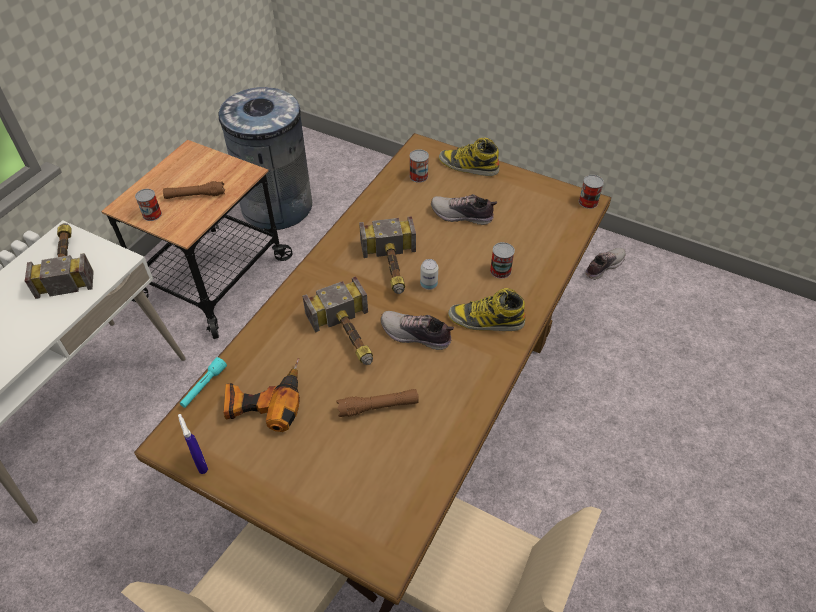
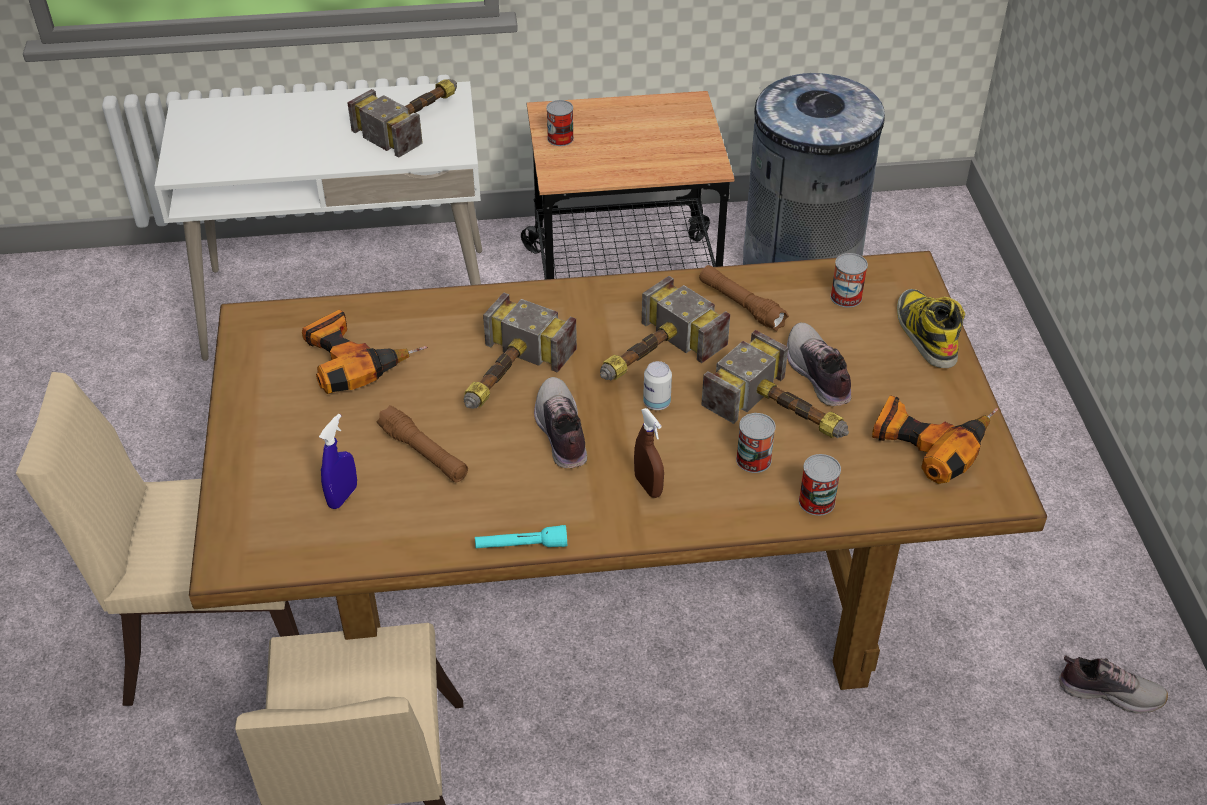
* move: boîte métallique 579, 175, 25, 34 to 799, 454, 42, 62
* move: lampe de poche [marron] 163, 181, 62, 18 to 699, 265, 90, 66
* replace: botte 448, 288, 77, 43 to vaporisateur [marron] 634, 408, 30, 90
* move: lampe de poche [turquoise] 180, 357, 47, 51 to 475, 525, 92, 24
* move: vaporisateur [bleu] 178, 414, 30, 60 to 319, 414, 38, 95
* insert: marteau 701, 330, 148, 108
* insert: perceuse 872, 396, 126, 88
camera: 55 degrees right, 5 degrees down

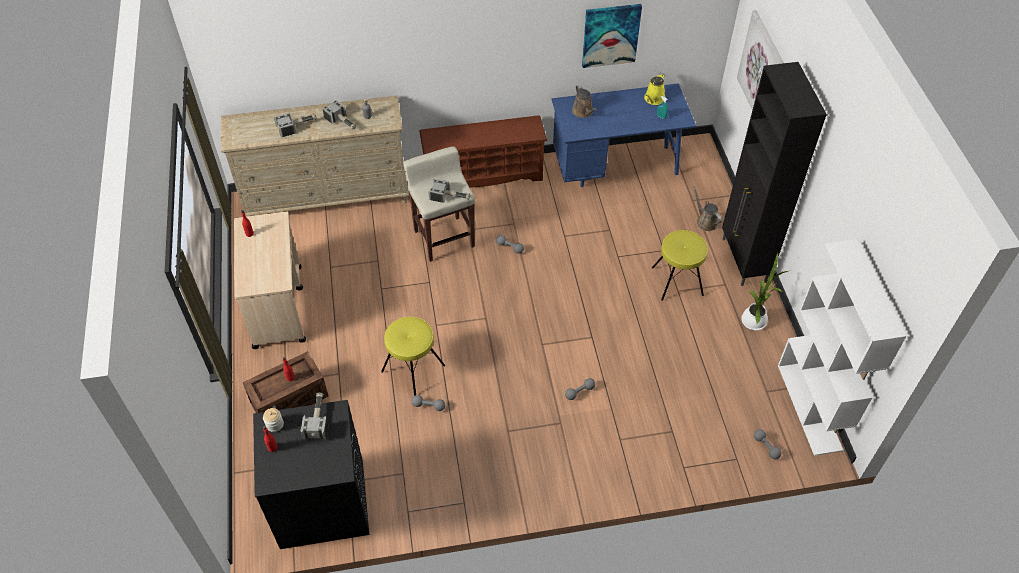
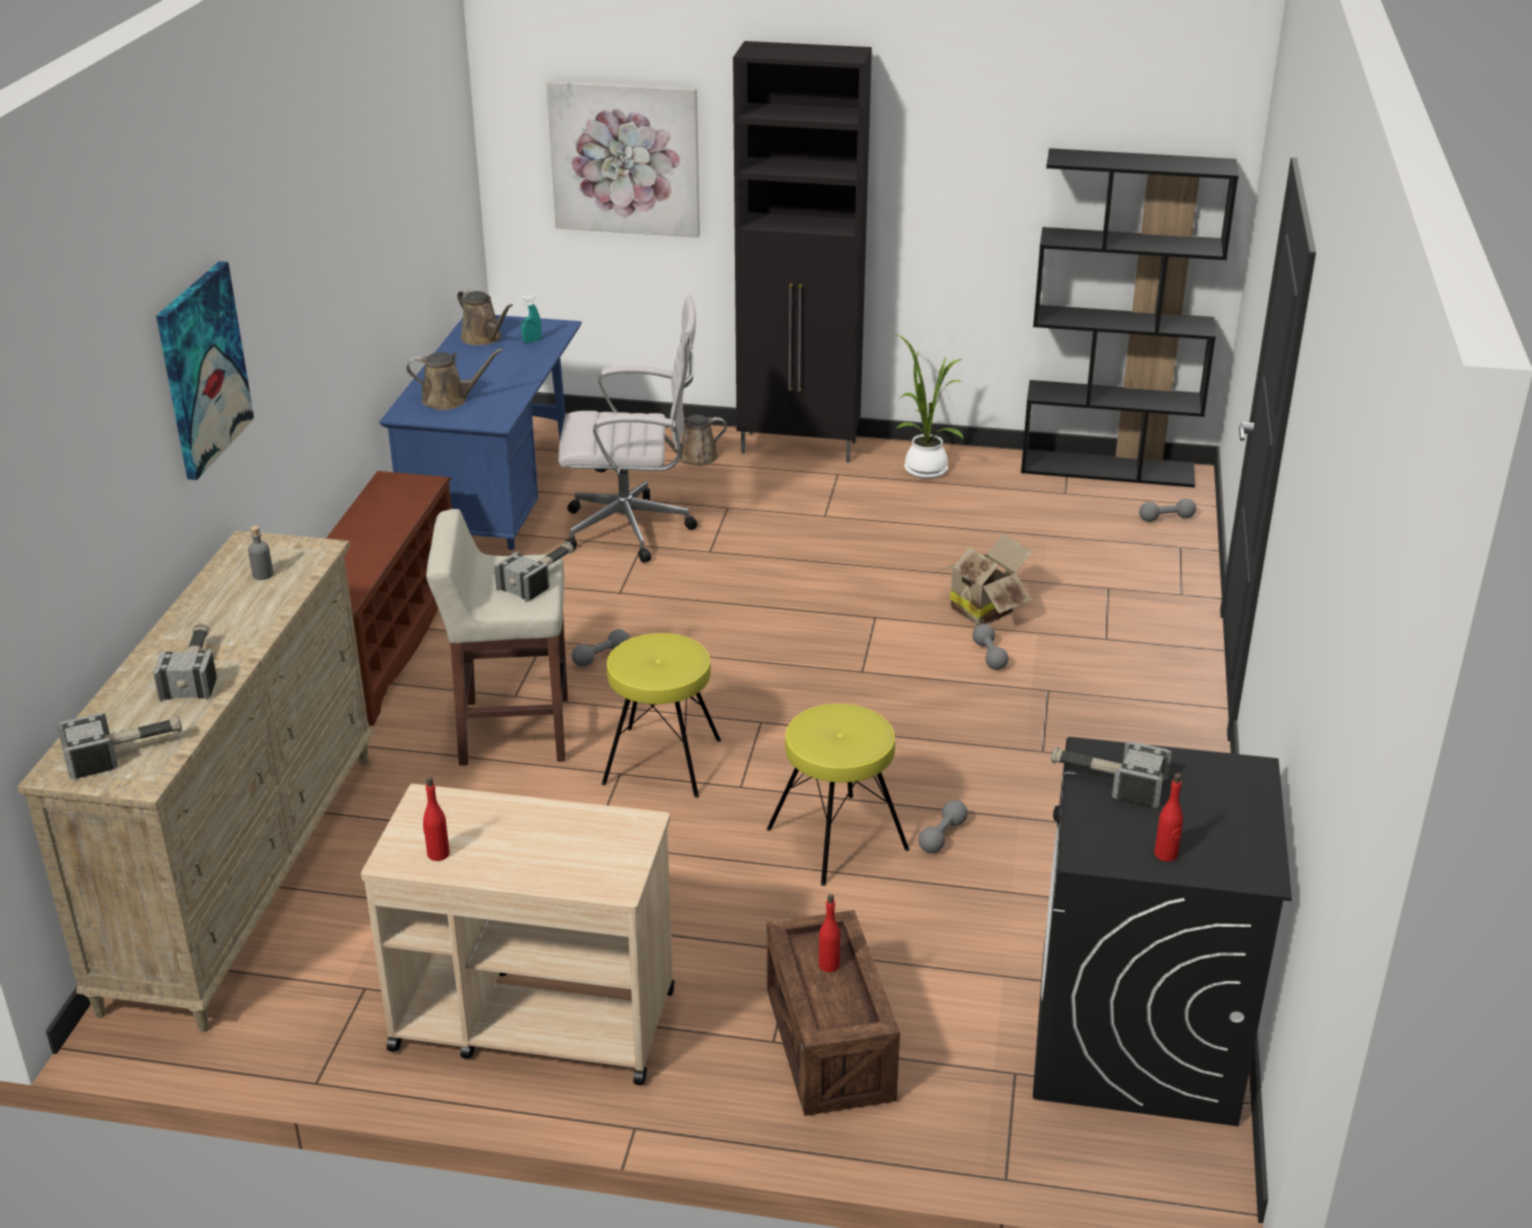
* move: tableau 582, 4, 60, 64 to 156, 261, 98, 219
* recolor: arrosoir [jaune] 644, 73, 22, 32 to arrosoir [marron] 457, 289, 56, 56
* move: marteau 322, 100, 34, 30 to 57, 713, 125, 66
* move: tabouret [jaune] 652, 230, 56, 71 to 602, 633, 119, 165
* recolor: bibliothèque [blanc] 778, 239, 129, 217 to bibliothèque [noir] 1021, 148, 218, 339
* delete: bocal 263, 408, 21, 24
* insert: chaise de bureau [blanc] 559, 295, 139, 268
* insert: carton 936, 534, 97, 91
camera: 70 degrees left, 20 degrees down

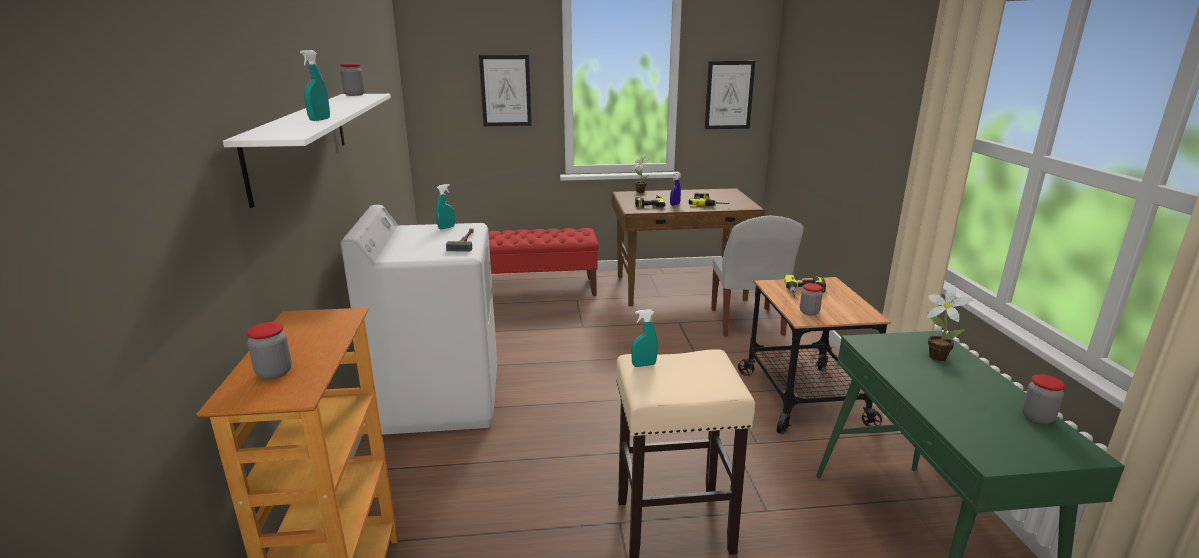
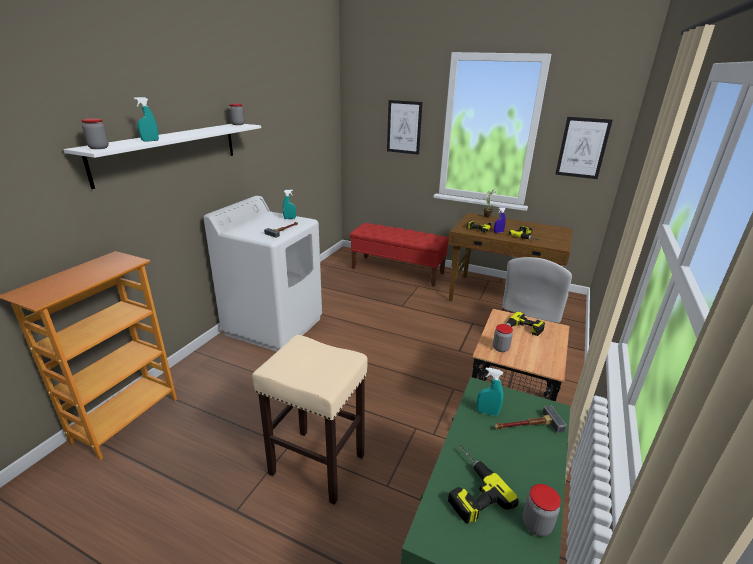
* replace: plante en pot 927, 285, 46, 76 to marteau 494, 406, 73, 27
* move: vaporisateur [turquoise] 631, 309, 27, 58 to 477, 368, 26, 48
* move: bocal 246, 322, 46, 58 to 81, 118, 28, 31
* insert: perceuse 448, 445, 71, 79
camera: 30 degrees right, 5 degrees up

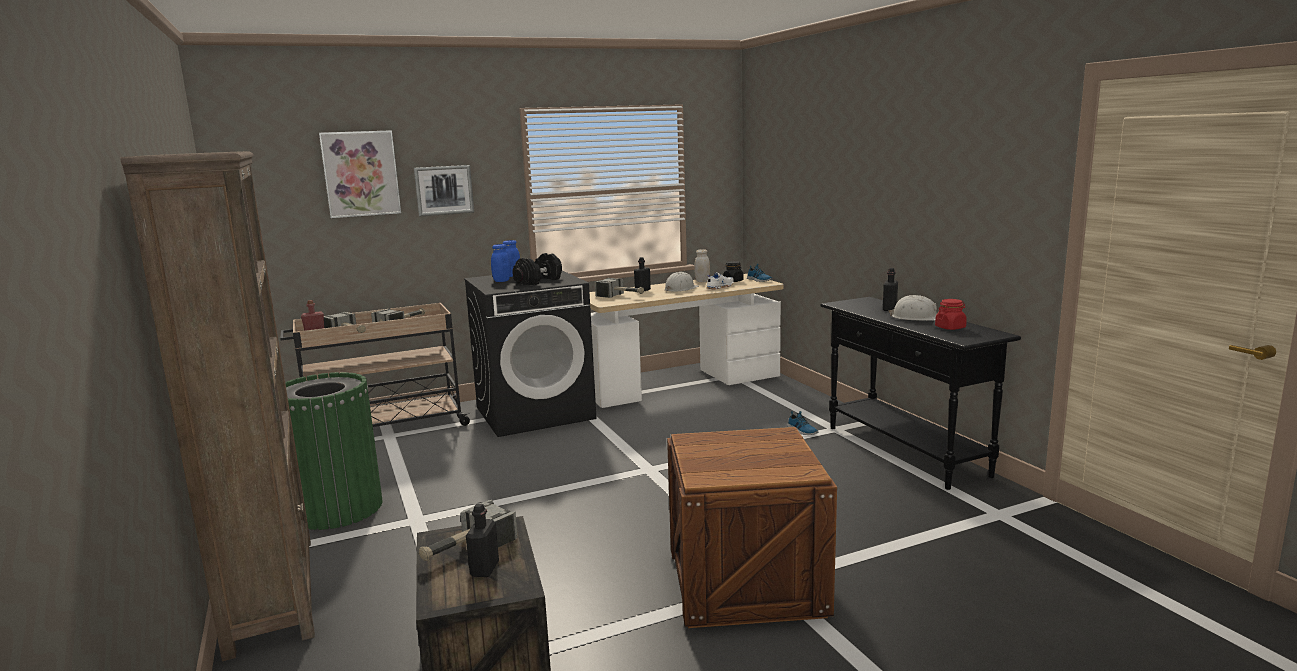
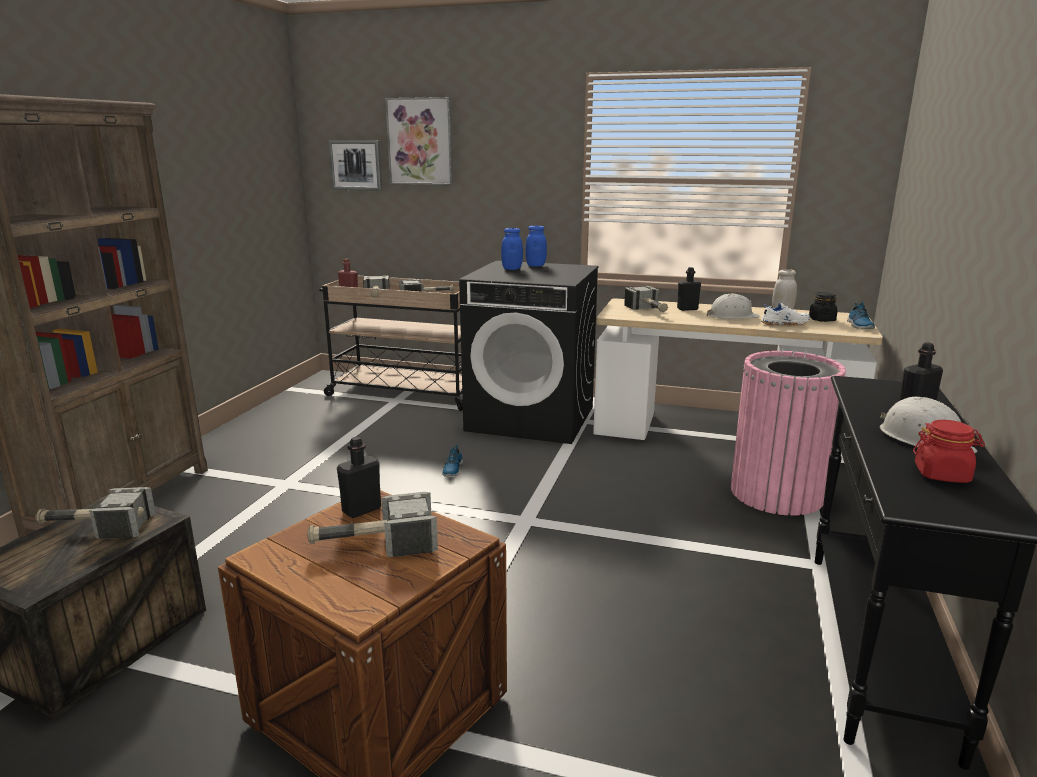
* move: tableau 414, 165, 60, 52 to 328, 141, 54, 50
* delete: haltère [noir] 512, 253, 50, 32
* delete: poubelle [vert] 285, 372, 97, 158
* move: chaussure 787, 411, 31, 24 to 442, 445, 21, 32
* move: bouteille [noir] 466, 504, 33, 73 to 337, 437, 44, 81
* insert: poubelle [rose] 731, 351, 115, 165
* insert: marteau 307, 492, 131, 65
camera: 40 degrees right, 5 degrees up

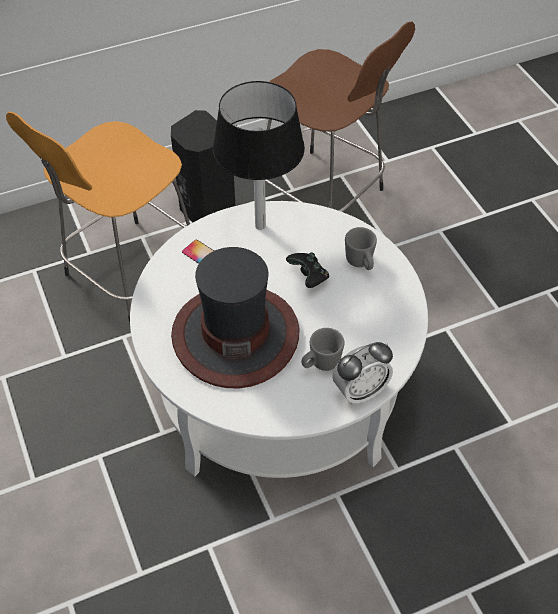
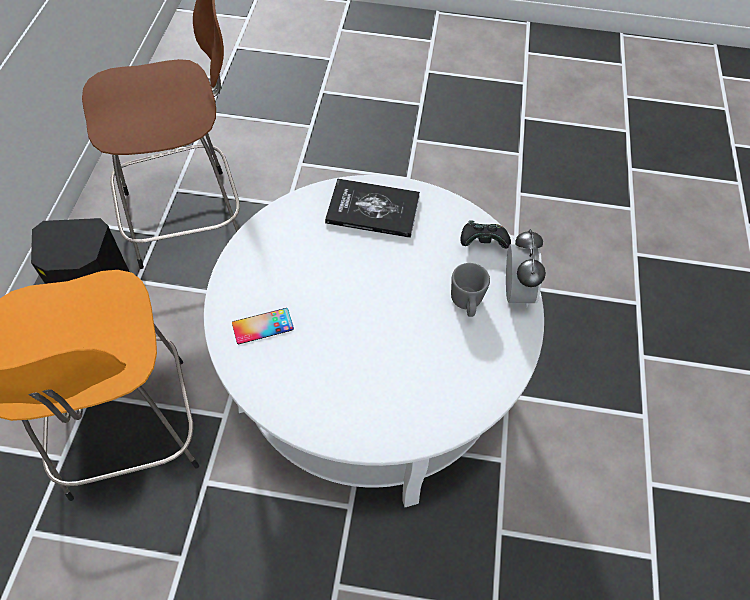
* delete: lampe de table [noir] 213, 81, 92, 149
* replace: mug [gris] 345, 227, 32, 43 to livre 325, 178, 95, 60
* delete: chapeau 171, 247, 128, 141
* move: manette [noir] 286, 252, 43, 36 to 460, 220, 51, 29
camera: 60 degrees left, 5 degrees up

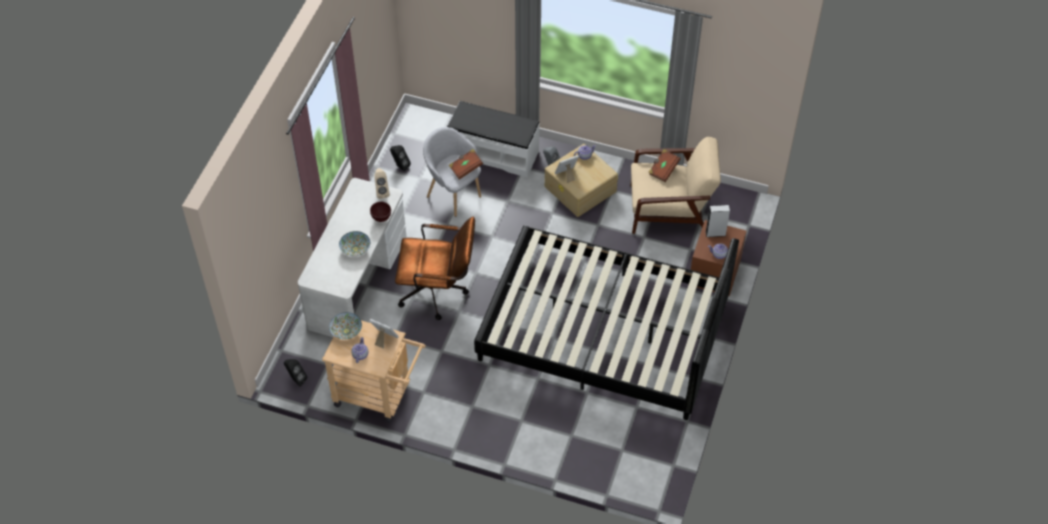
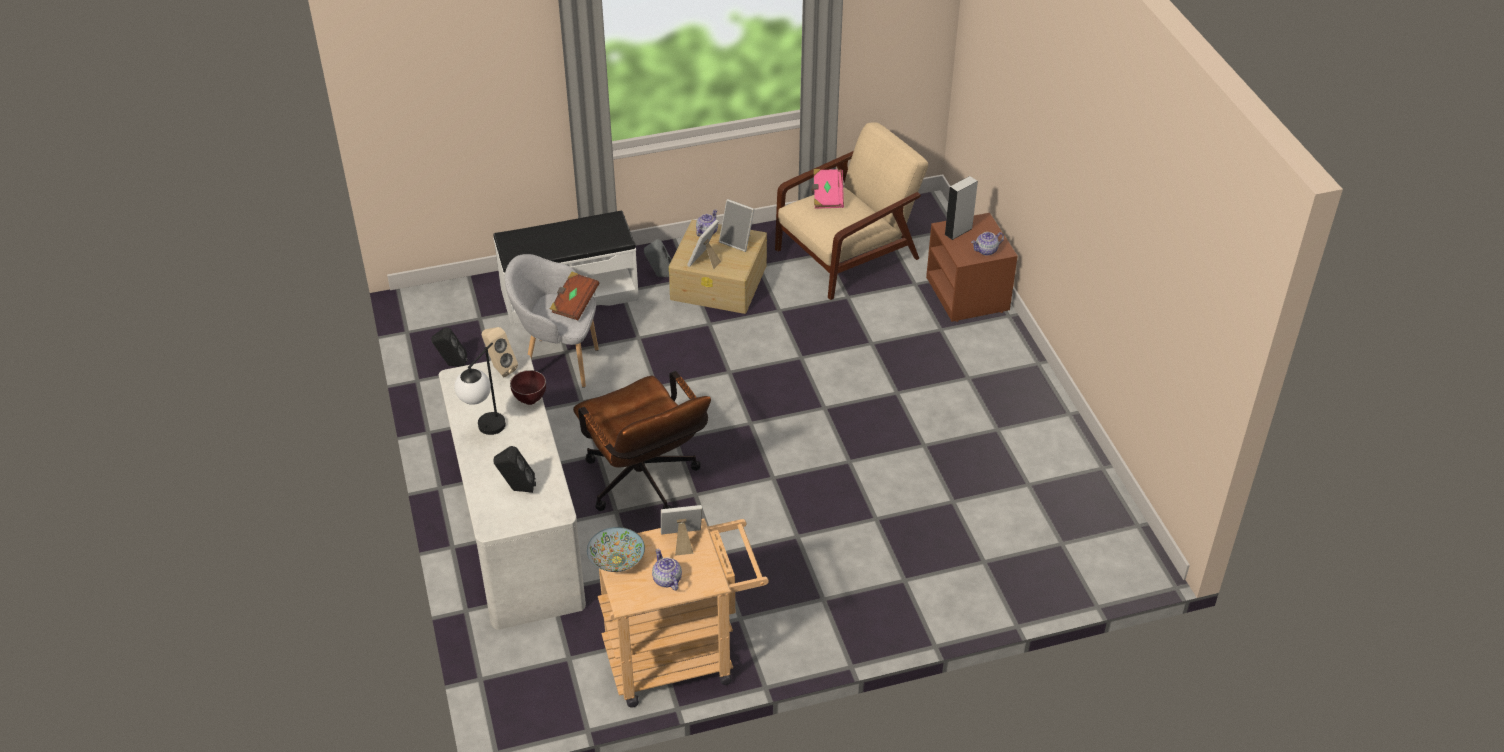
* recolor: livre [marron] 648, 149, 33, 33 to livre [rose] 811, 169, 33, 40
* rotate: chaise de bureau [marron] 395, 217, 80, 103 = 573, 371, 138, 140 90 degrees clockwise
* delete: lit [noir] 474, 226, 265, 194
* delete: bol 339, 231, 31, 25
* move: enceinte [noir] 284, 359, 23, 27 to 494, 446, 42, 47
* insert: cadre photo 719, 199, 35, 53
* insert: lampe de table 454, 342, 52, 93
camera: 35 degrees left, 10 degrees down

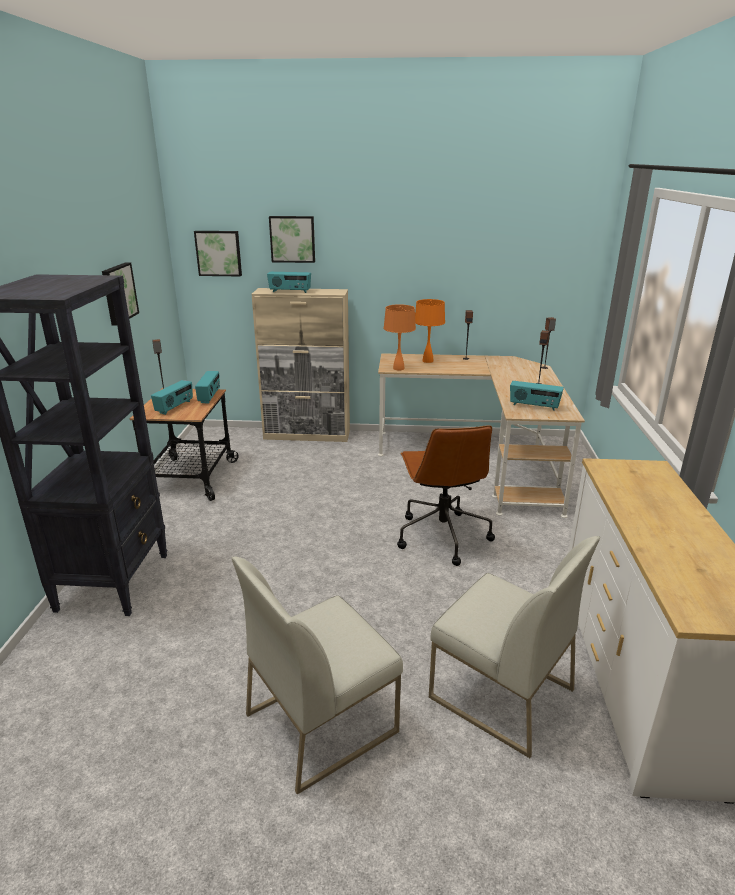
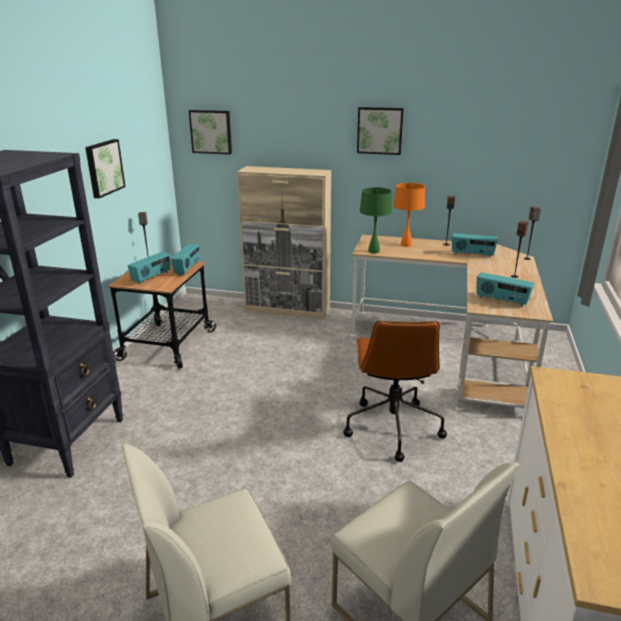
* move: tableau 269, 216, 46, 47 to 357, 107, 47, 48
* move: radio 267, 272, 44, 21 to 452, 233, 46, 25
* recolor: lampe de table [orange] 384, 304, 32, 66 to lampe de table [vert] 360, 187, 32, 66
camera: 10 degrees right, 0 degrees up

